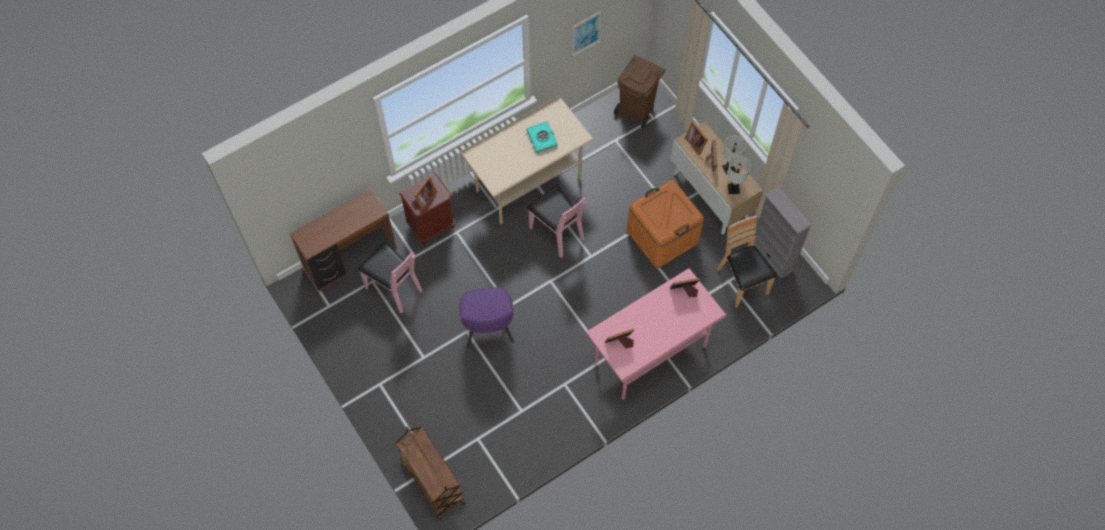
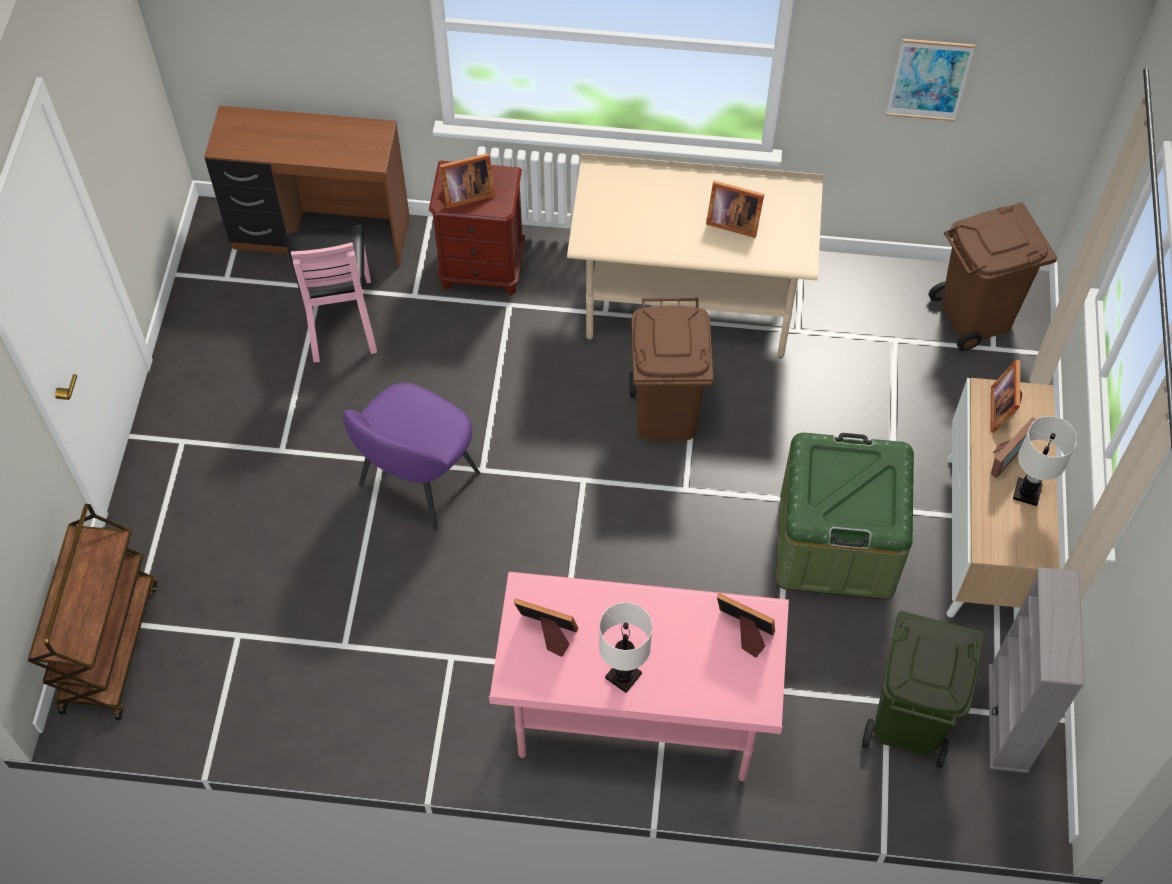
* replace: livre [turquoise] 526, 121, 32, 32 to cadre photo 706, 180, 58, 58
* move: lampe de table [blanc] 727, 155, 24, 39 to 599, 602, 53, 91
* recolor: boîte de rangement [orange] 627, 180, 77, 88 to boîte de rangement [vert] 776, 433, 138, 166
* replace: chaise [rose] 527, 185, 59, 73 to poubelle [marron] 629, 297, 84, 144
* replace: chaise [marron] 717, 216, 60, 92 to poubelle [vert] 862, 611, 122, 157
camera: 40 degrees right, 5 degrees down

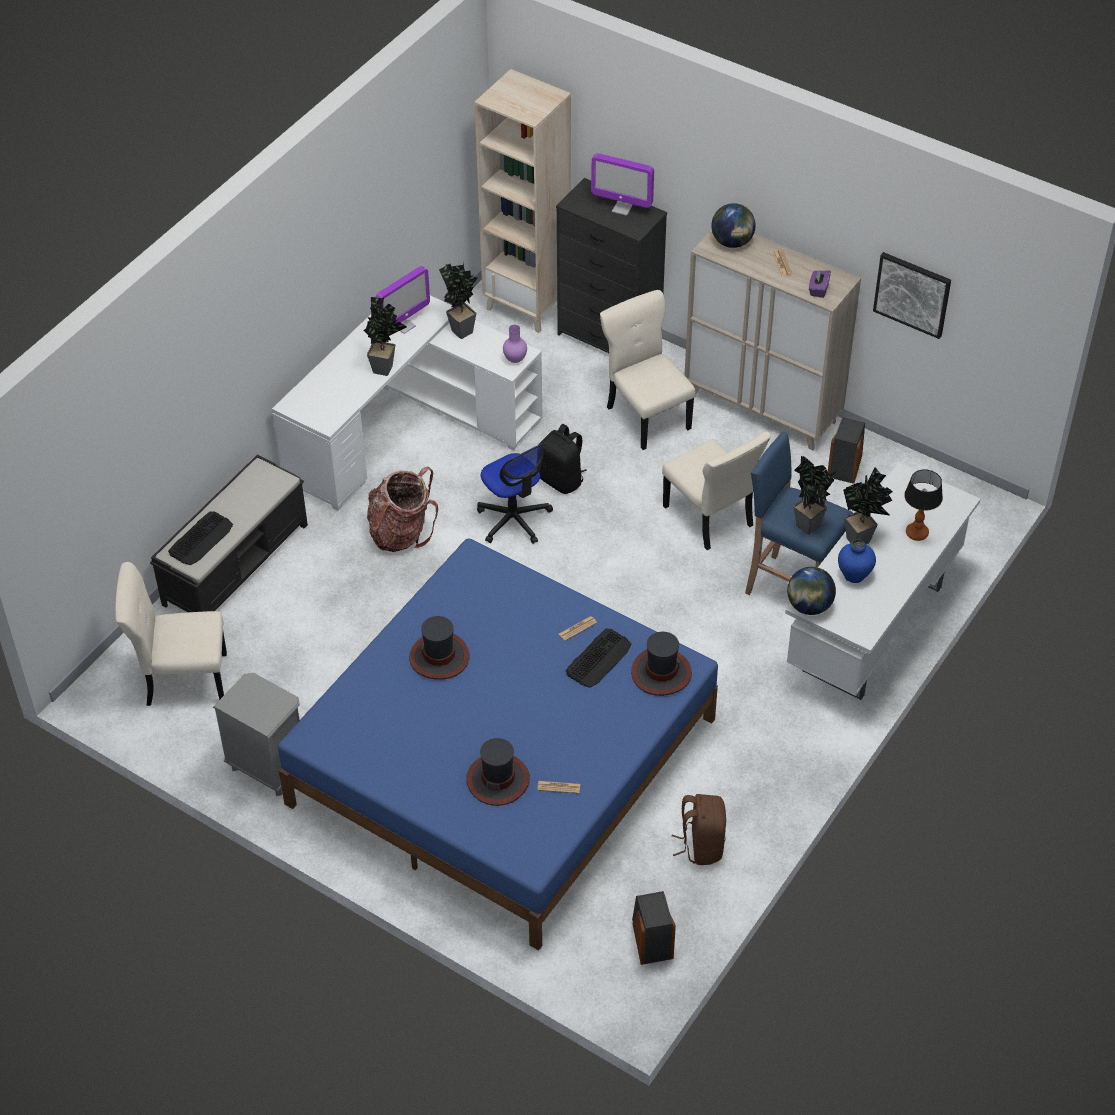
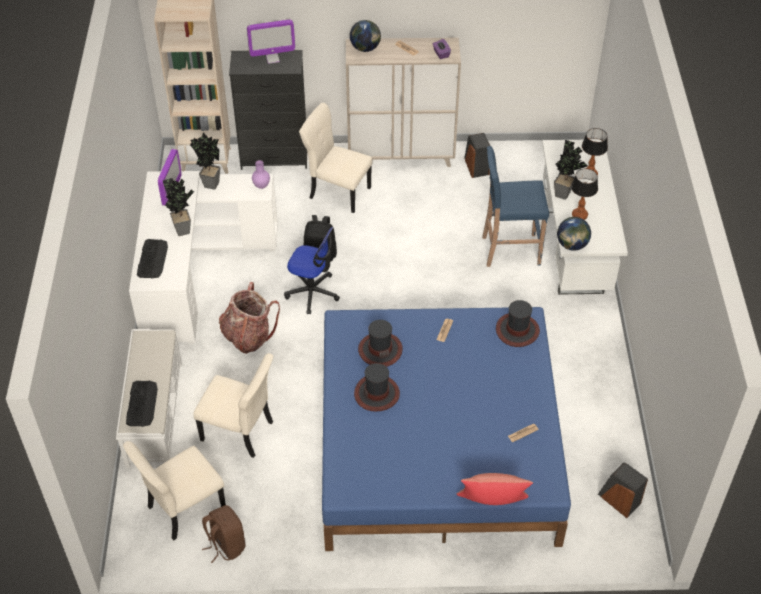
* delete: tableau 873, 252, 78, 87
* move: chaise [beige] 662, 431, 109, 119 to 193, 353, 80, 105
* recolor: banc [noir] 150, 454, 158, 158 to banc [blanc] 116, 329, 66, 139
* delete: plante en pot 794, 456, 43, 78
* replace: vase [bleu] 838, 539, 38, 44 to lampe de table 571, 168, 27, 52
* move: clavier 565, 629, 66, 59 to 137, 239, 31, 39
* delete: table de chevet [gris] 213, 673, 87, 123
* move: chapeau 467, 738, 63, 68 to 358, 320, 45, 47
* move: sac à dos [marron] 672, 794, 54, 71 to 202, 505, 43, 58
* insert: coussin [rouge] 456, 473, 77, 32
camera: 35 degrees left, 0 degrees up

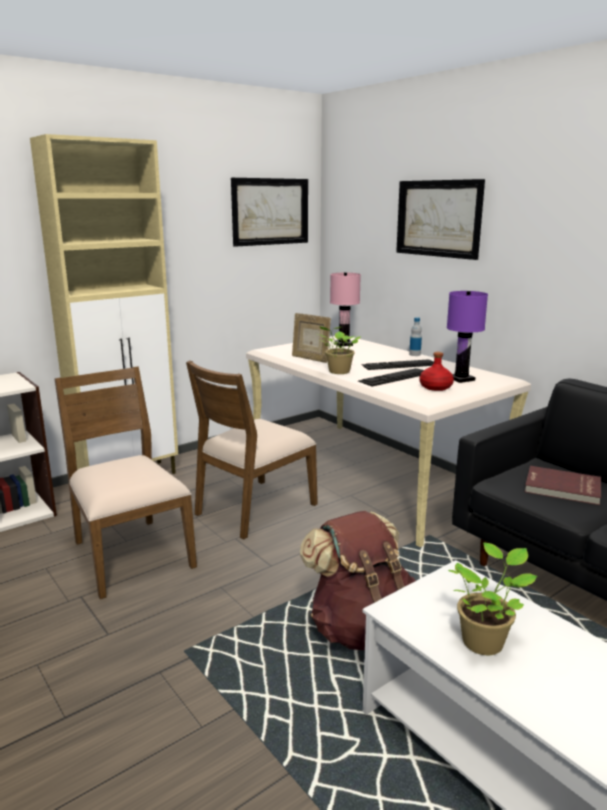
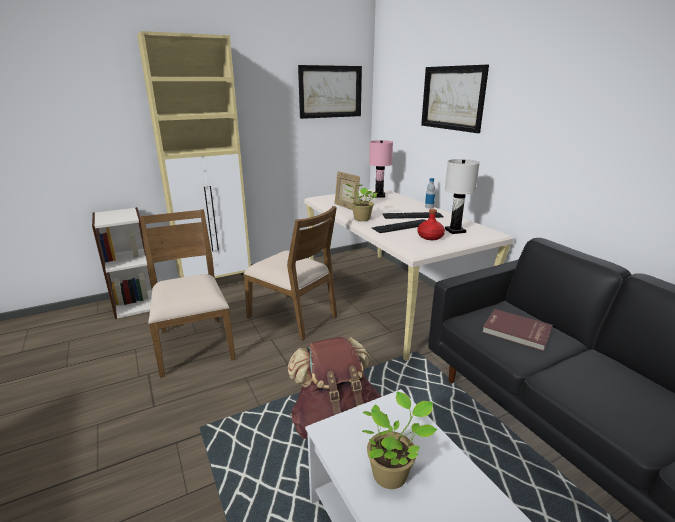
* recolor: lampe de table [violet] 447, 291, 41, 92 to lampe de table [blanc] 445, 159, 35, 75
* rotate: chaise [marron] 186, 360, 132, 179 = 244, 206, 93, 134 105 degrees counterclockwise
camera: 10 degrees right, 5 degrees up

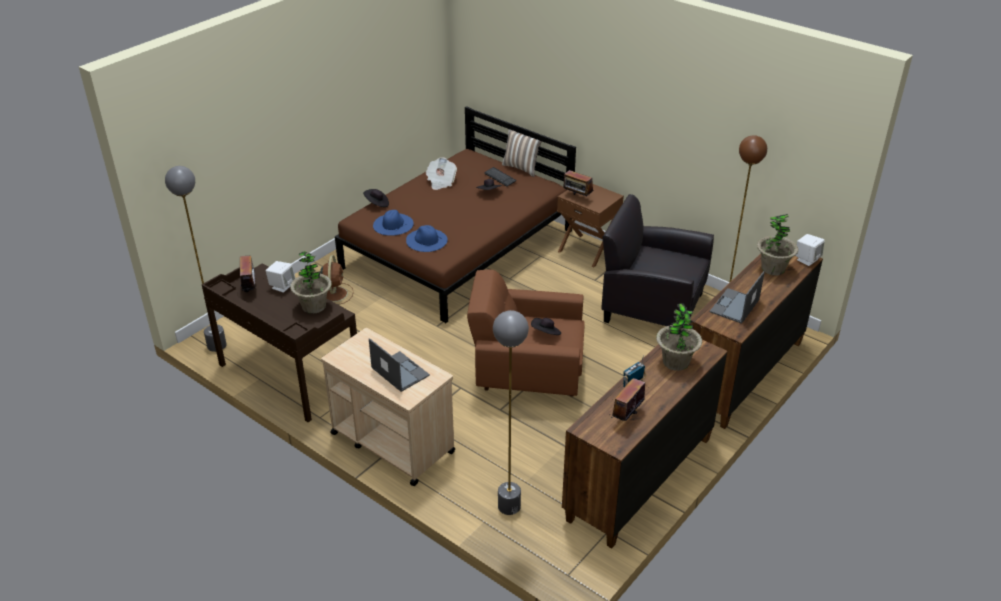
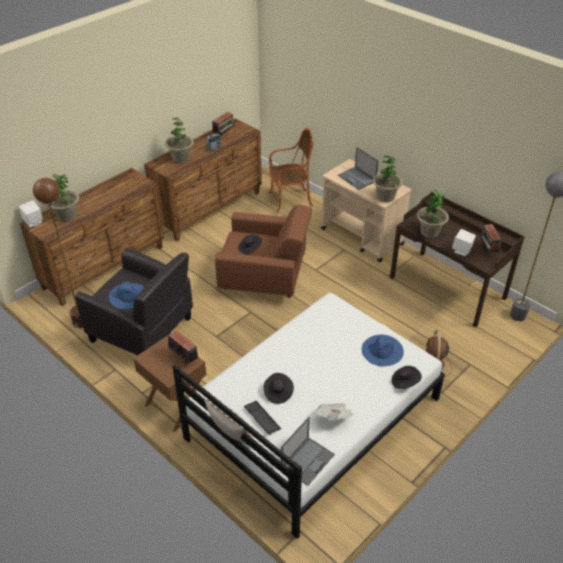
* recolor: lit [marron] 335, 106, 241, 217 to lit [blanc] 172, 293, 273, 246
* move: chapeau [bleu] 406, 225, 42, 27 to 109, 282, 35, 27
* move: ordinateur portable 710, 271, 55, 53 to 281, 417, 54, 69
* replace: lampadaire [gris] 493, 310, 36, 205 to fauteuil 269, 128, 44, 86
* insert: plante en pot 372, 155, 31, 47
camera: 175 degrees left, 5 degrees up

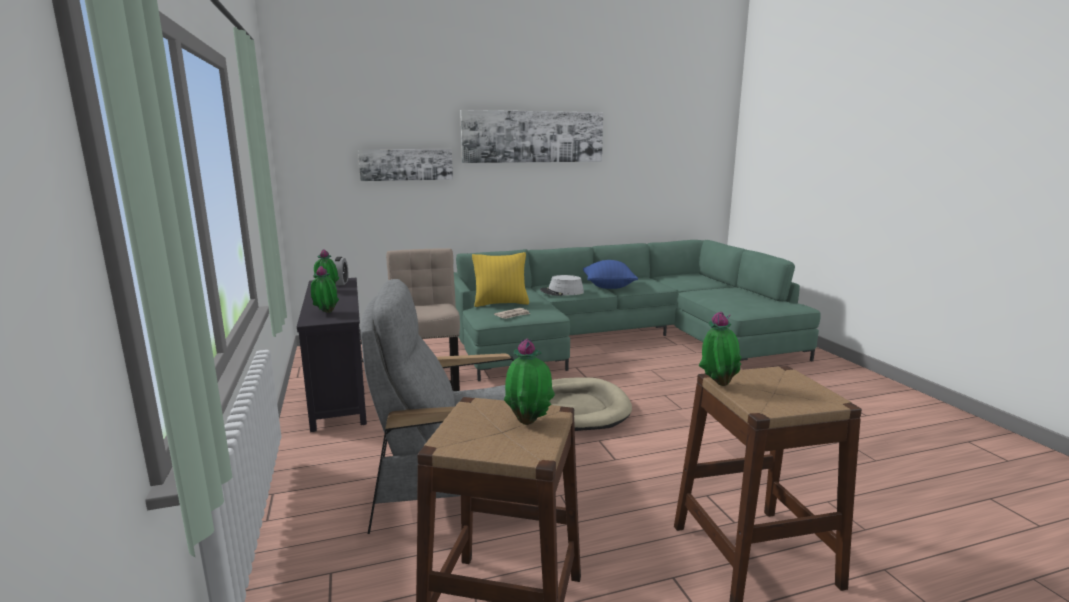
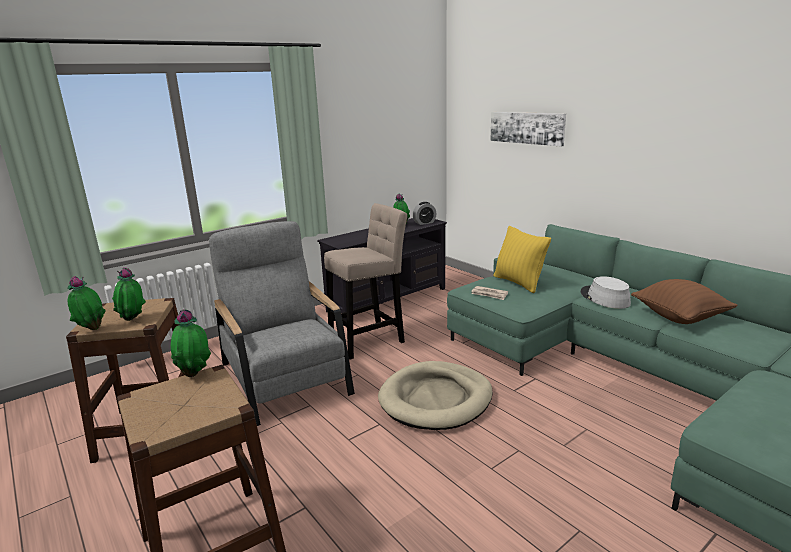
* delete: tableau 460, 110, 143, 53
* recolor: coussin [bleu] 583, 260, 55, 29 to coussin [marron] 631, 279, 107, 45
* move: plante en pot 311, 266, 28, 47 to 67, 276, 39, 54
camera: 70 degrees right, 5 degrees up

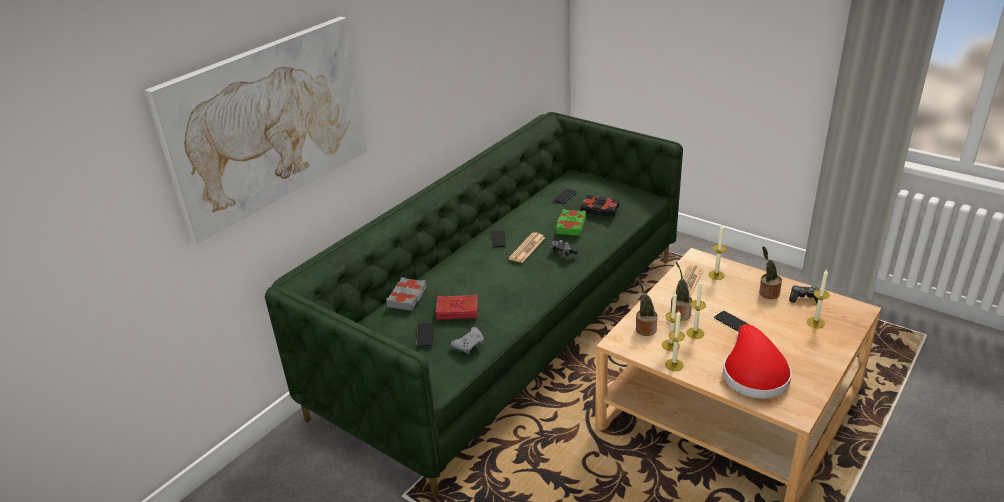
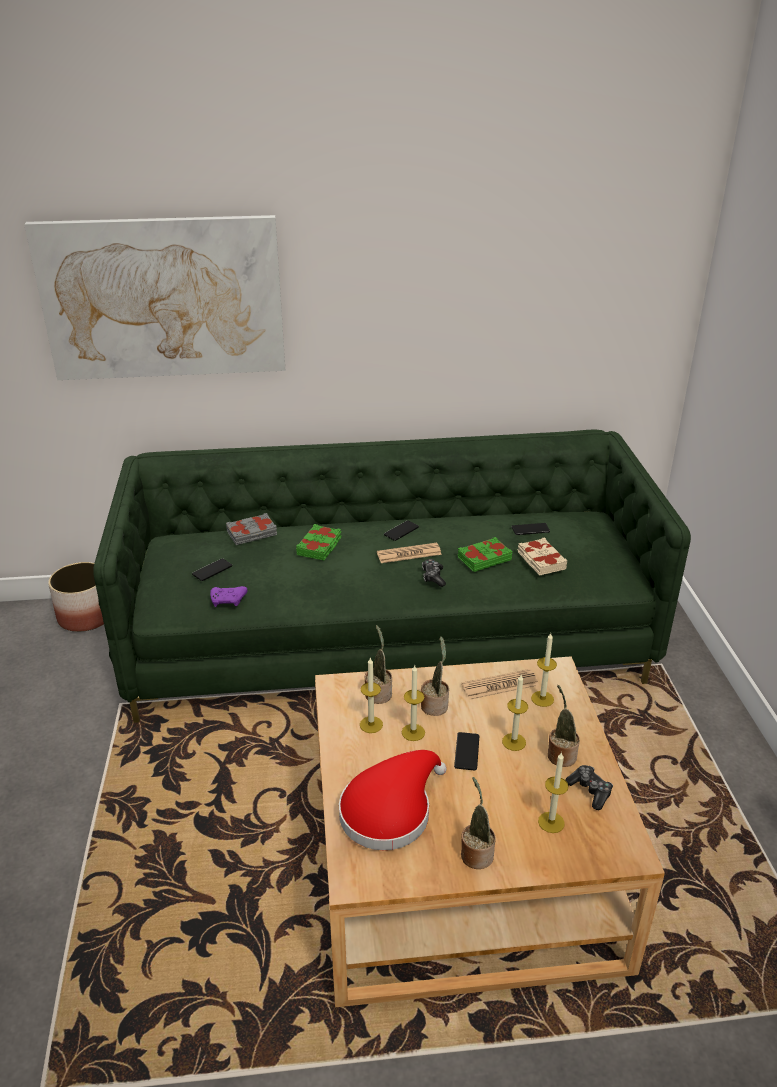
* recolor: livre [noir] 580, 195, 40, 22 to livre [beige] 517, 537, 50, 39
* delete: livre [rouge] 436, 294, 42, 26
* move: bougie 665, 311, 20, 60 to 502, 675, 26, 76
* recolor: manette [gris] 451, 327, 33, 27 to manette [violet] 210, 586, 38, 21
* insert: livre [vert] 296, 524, 45, 36
* insert: cache-pot 48, 562, 56, 70
* insert: plante en pot 461, 777, 35, 92
camera: 45 degrees right, 0 degrees up

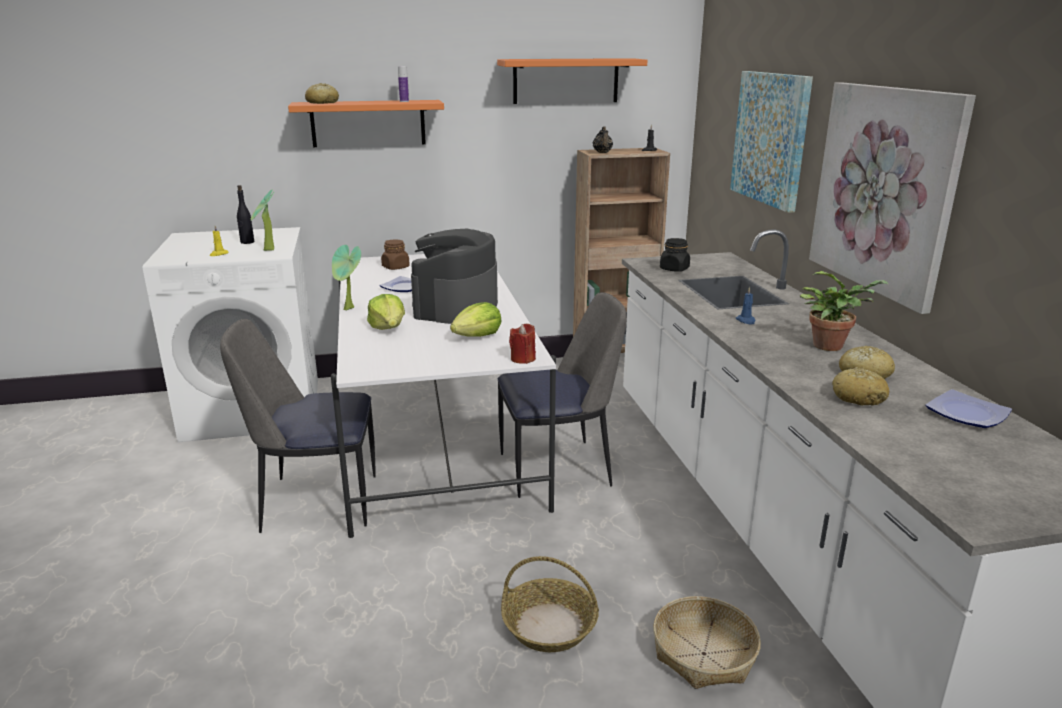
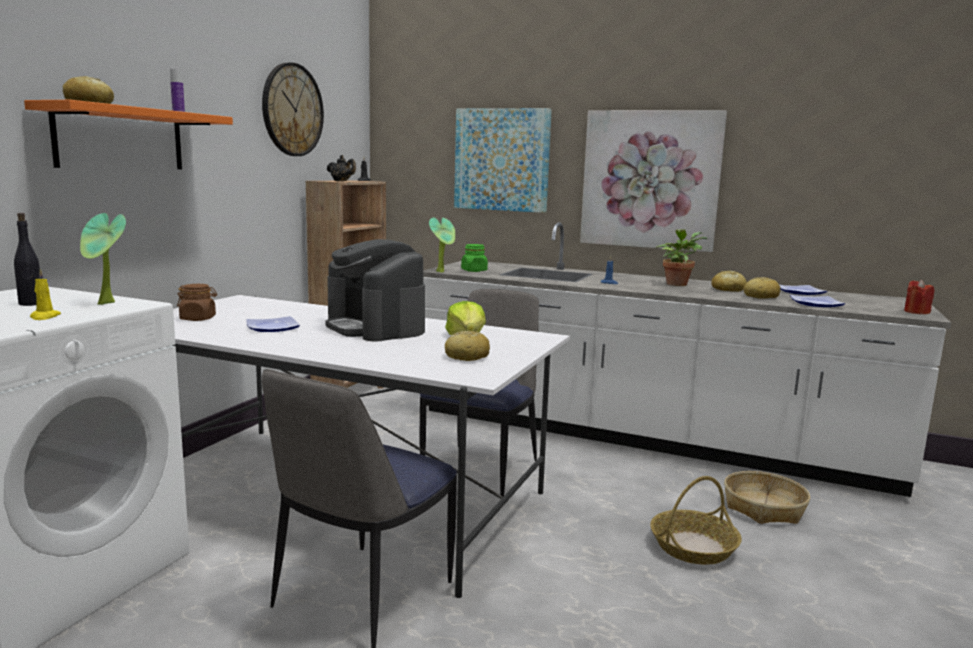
* replace: étagère [orange] 497, 58, 150, 46 to horloge murale 262, 62, 62, 94
* recolor: bocal [noir] 660, 238, 30, 34 to bocal [vert] 461, 244, 27, 28
* move: plante en pot 332, 245, 29, 65 to 429, 218, 26, 55
* delete: laitue 367, 294, 38, 36
* move: bougie [rouge] 509, 324, 27, 40 to 904, 280, 30, 34
* insert: assiette 790, 295, 55, 12
* insert: pain 445, 331, 45, 30
camera: 55 degrees left, 10 degrees down

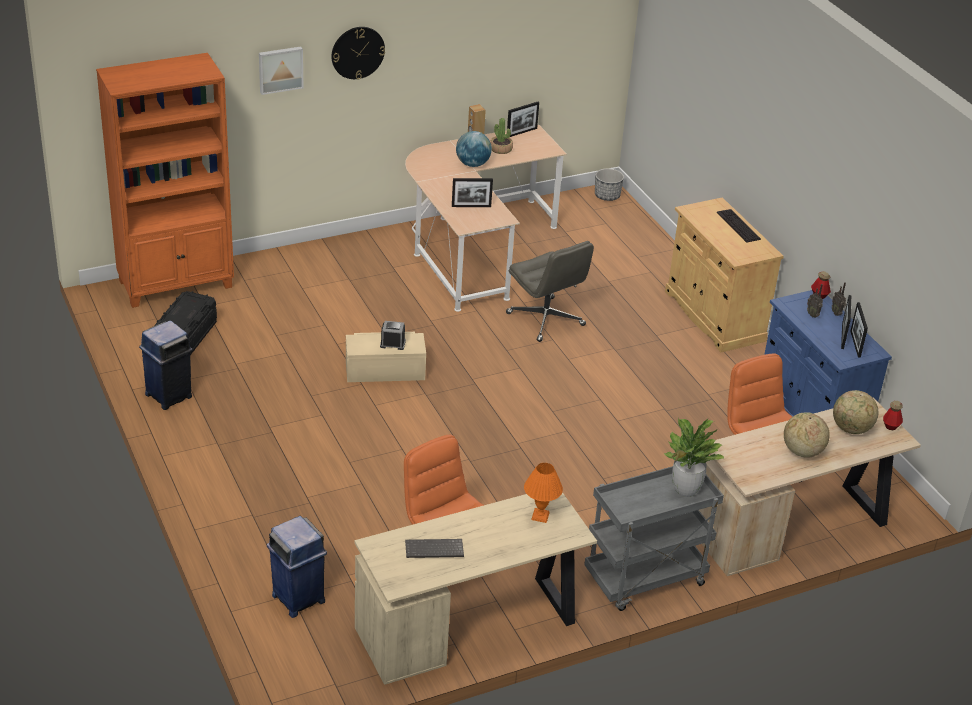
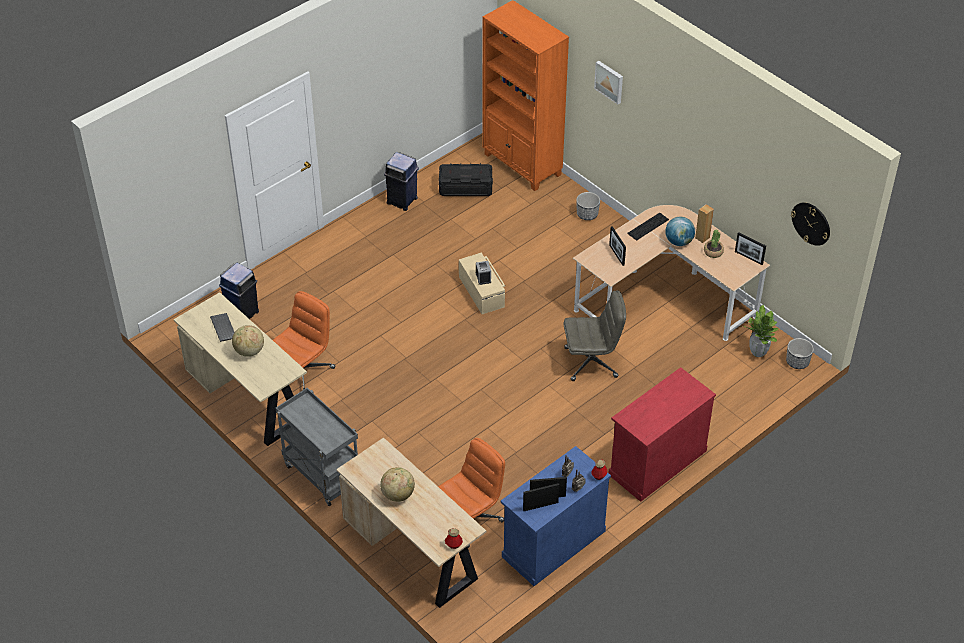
* move: horloge murale 331, 27, 54, 53 to 791, 202, 39, 44
* recolor: meuble de rangement [beige] 665, 197, 119, 155 to meuble de rangement [rouge] 609, 367, 107, 135
* move: clavier 717, 209, 44, 34 to 627, 213, 42, 28
* rotate: chaise de bureau [gris] 506, 241, 88, 101 = 564, 290, 62, 91 135 degrees counterclockwise
* move: globe 833, 390, 45, 44 to 232, 325, 32, 32
* move: plante en pot 663, 418, 61, 79 to 742, 305, 36, 52
* delete: lampe de table [orange] 524, 463, 39, 60
* insert: cache-pot 576, 192, 24, 28
camera: 75 degrees right, 10 degrees up

